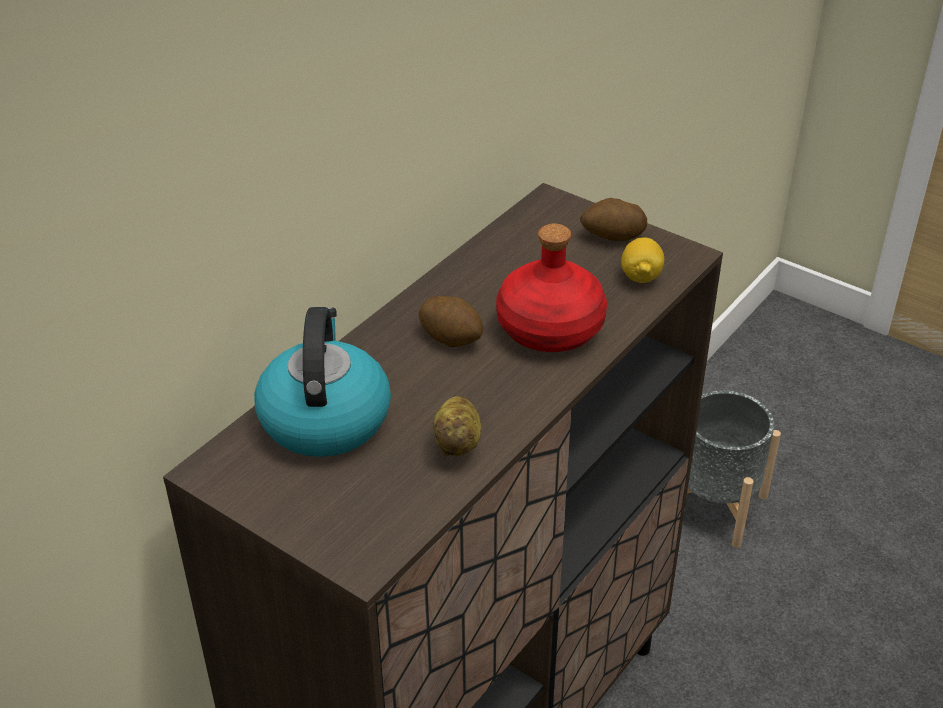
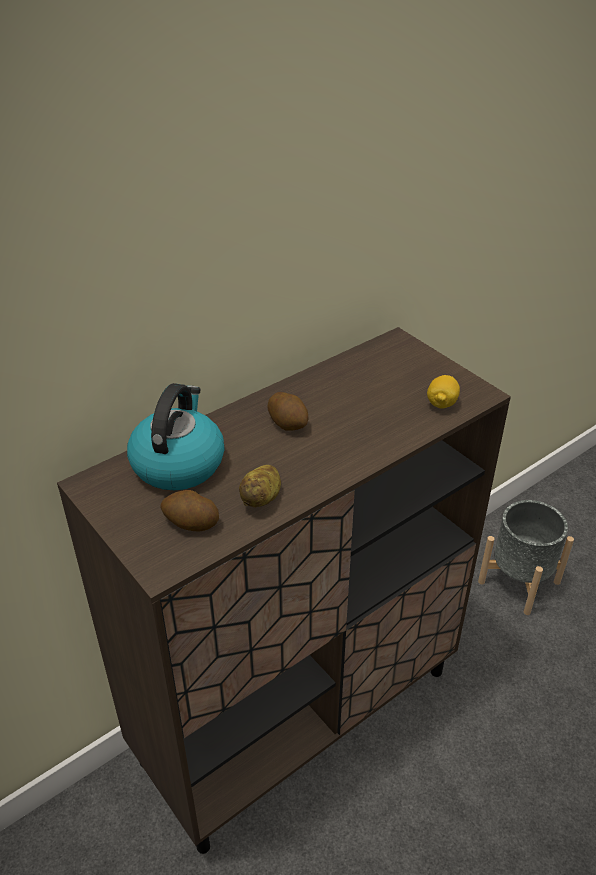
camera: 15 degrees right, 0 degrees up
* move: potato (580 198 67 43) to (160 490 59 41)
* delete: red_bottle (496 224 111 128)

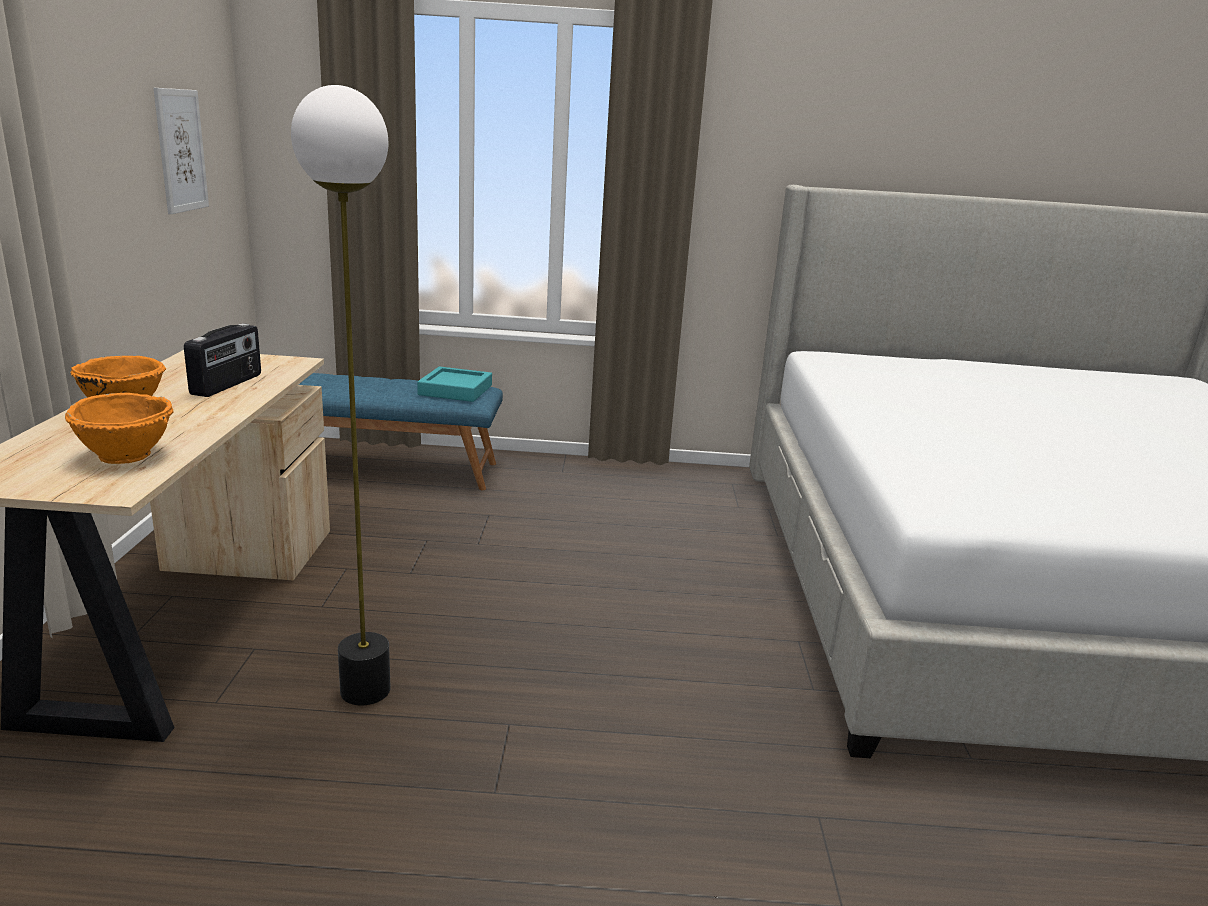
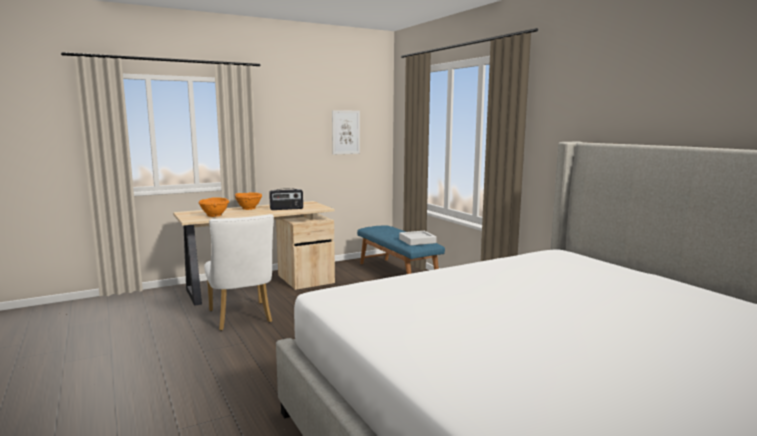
camera: 60 degrees right, 10 degrees down
* replace: floor_lamp (291 85 100 620) to white_chair (204 214 70 117)
* recolor: turquoise_tray (417 367 75 35) to grey_tray (399 231 37 15)

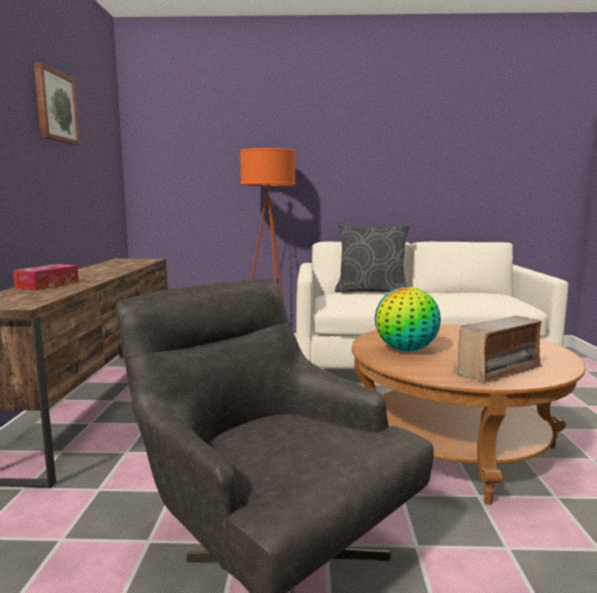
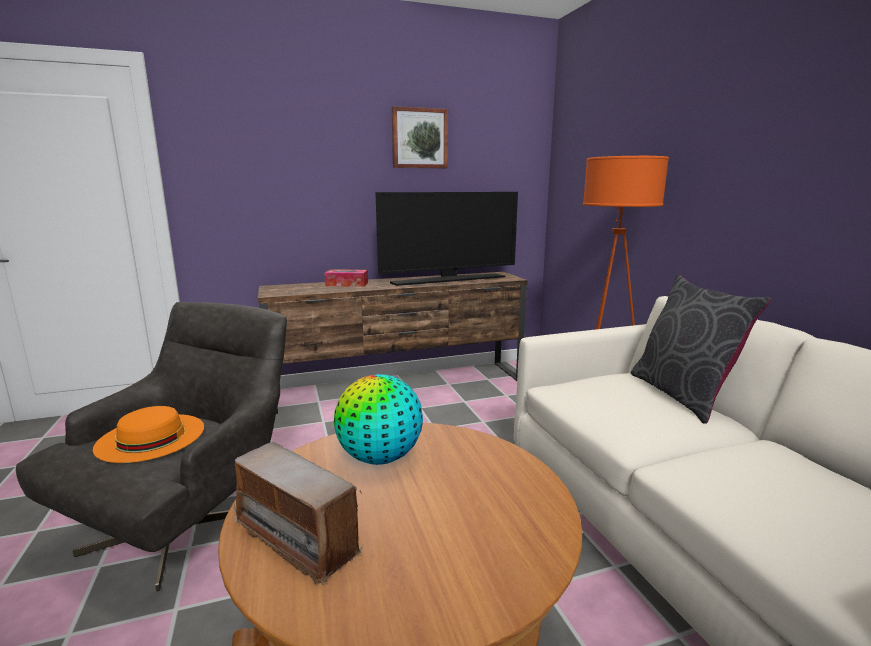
camera: 70 degrees right, 5 degrees up
* insert: television (375 192 143 94)
* insert: orange_hat (93 406 111 57)

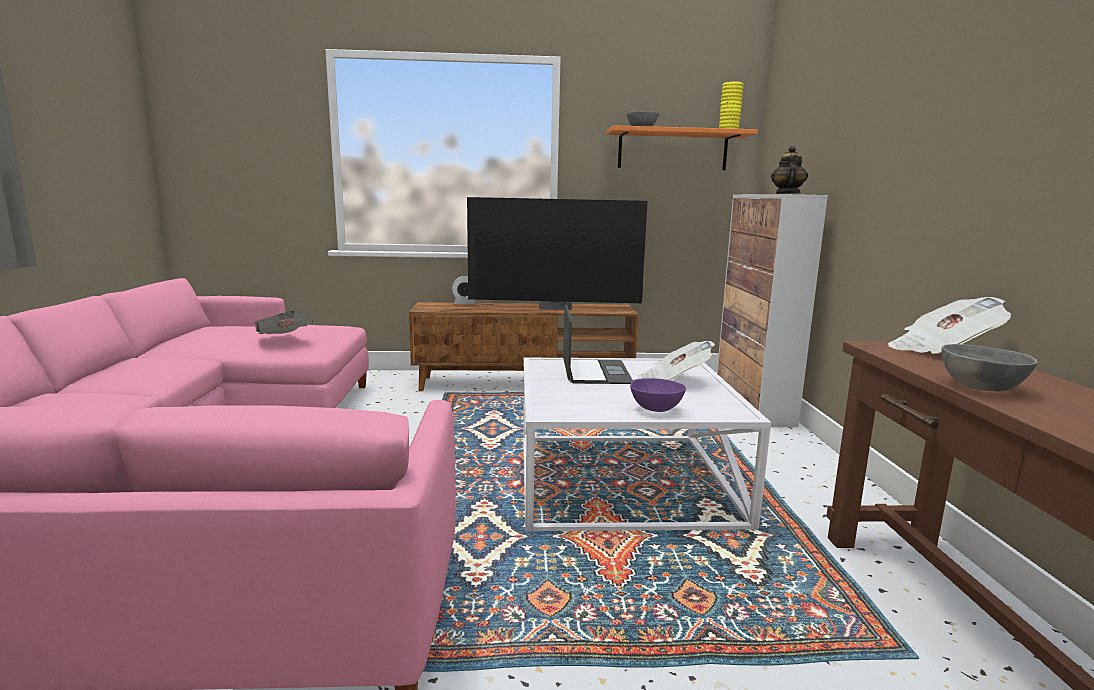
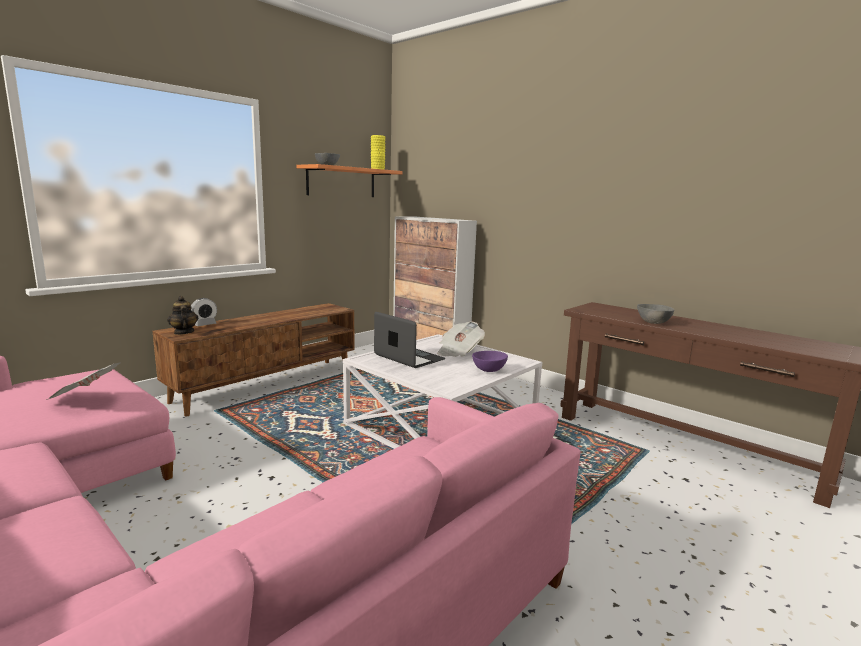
camera: 45 degrees left, 0 degrees up
* move: teapot (771 146 37 48) to (167 296 31 39)
* delete: television (467 197 181 113)
* delete: newspaper (888 297 123 57)

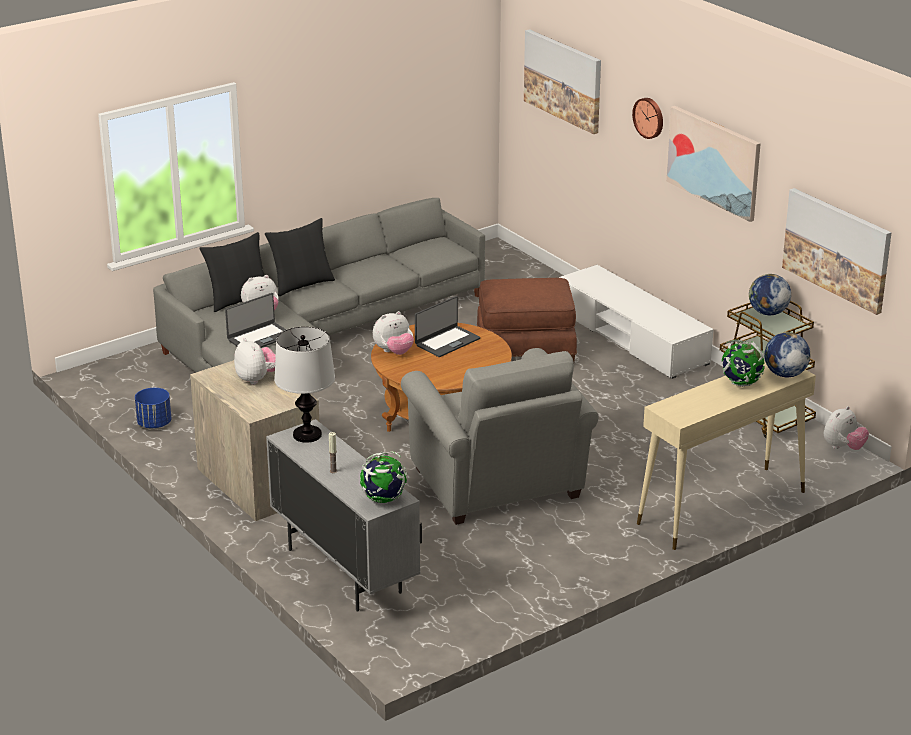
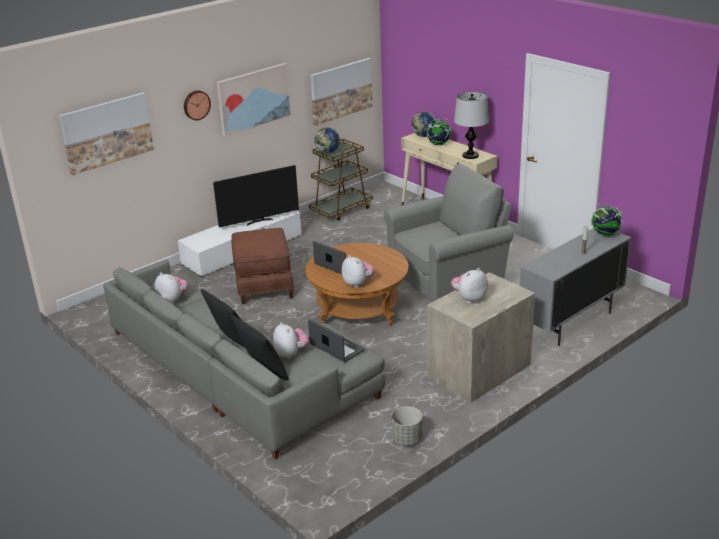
camera: 95 degrees left, 0 degrees up
* move: table_lamp (274 327 61 116) to (454 91 35 68)
* recolor: blue_planter (135 388 36 40) to grey_planter (391 407 31 38)
* move: plush_toy (824 406 45 44) to (155 272 33 32)
* insert: television (213 165 86 63)

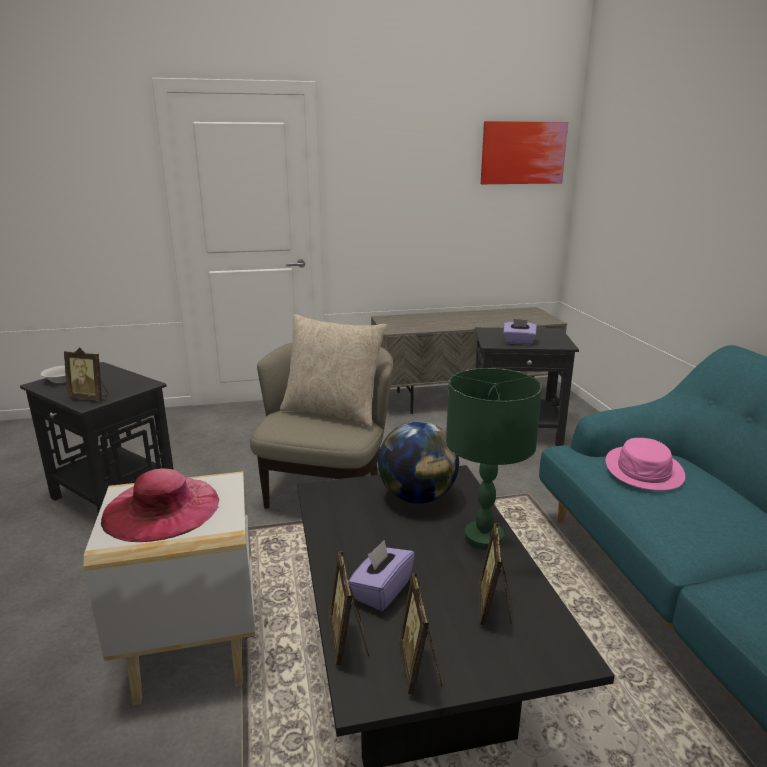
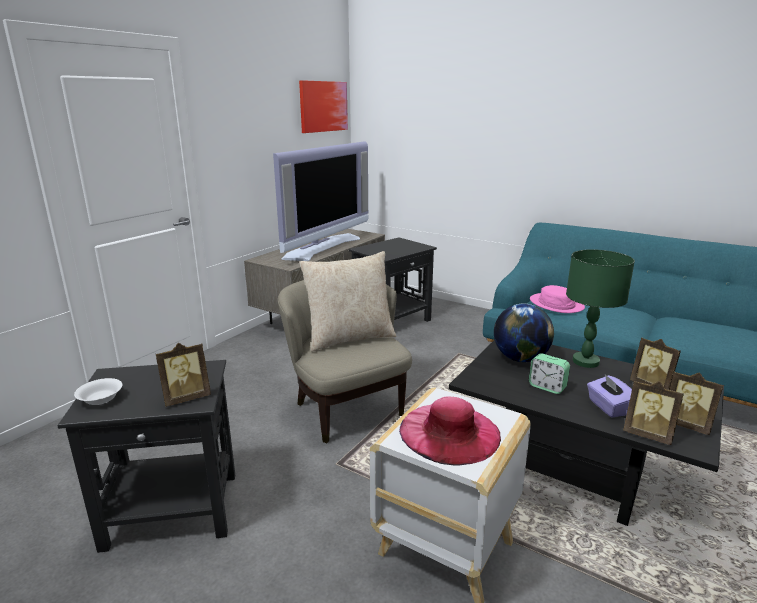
camera: 45 degrees left, 0 degrees up
* delete: purple_tissue_box (503 319 34 26)
* insert: television (273 142 95 119)
* insert: alarm_clock (529 353 41 41)

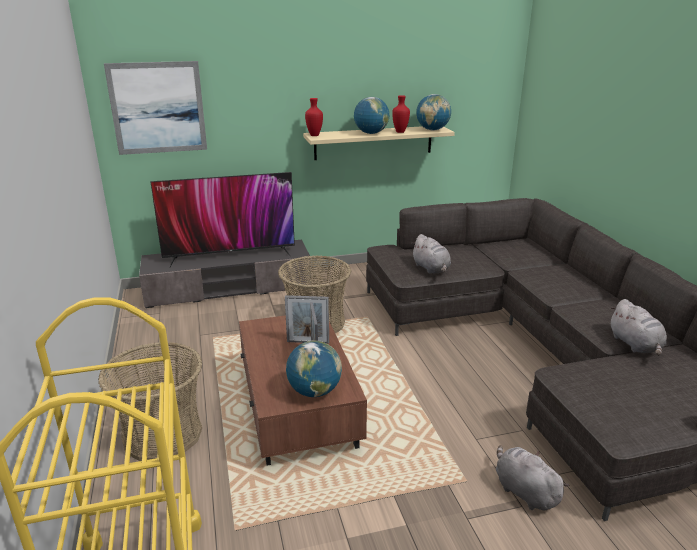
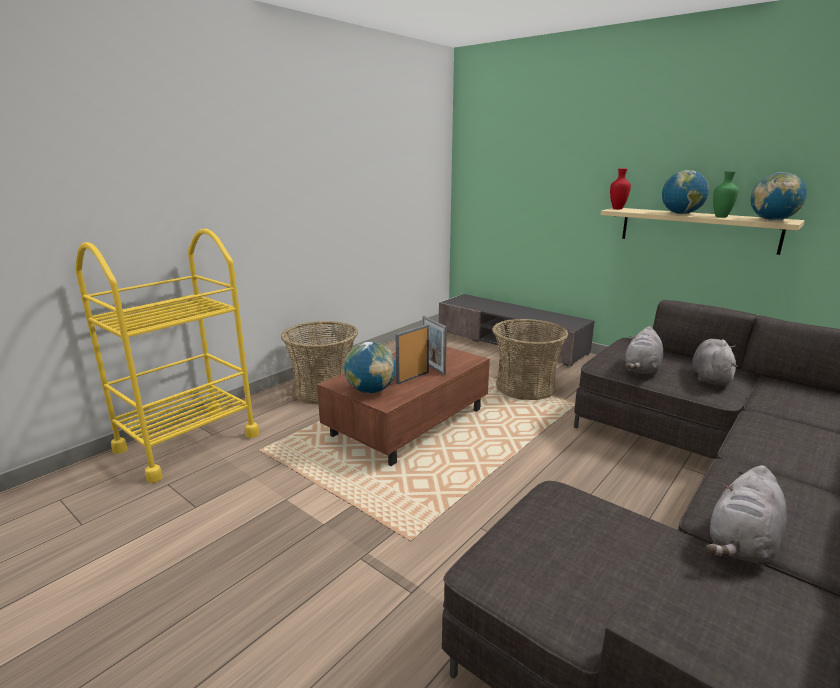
camera: 55 degrees right, 5 degrees down
* delete: picture (104 61 103 94)
* recolor: red_vase (392 95 18 38) to green_vase (713 171 26 47)
* delete: television (150 172 145 95)
* move: grey_plush_toy (496 445 74 65) to (692 339 46 47)

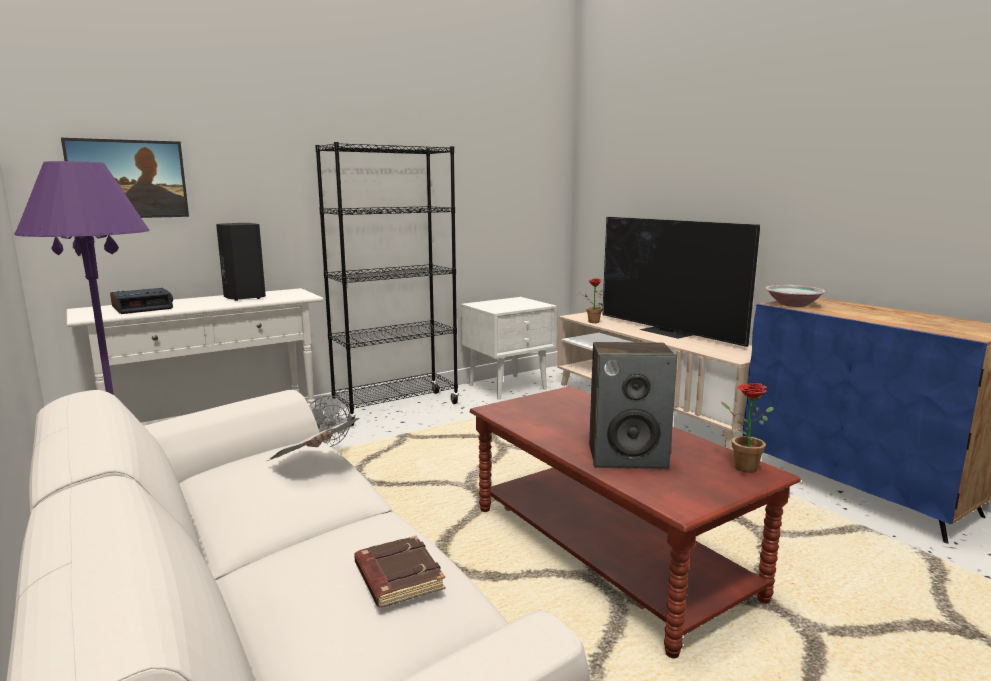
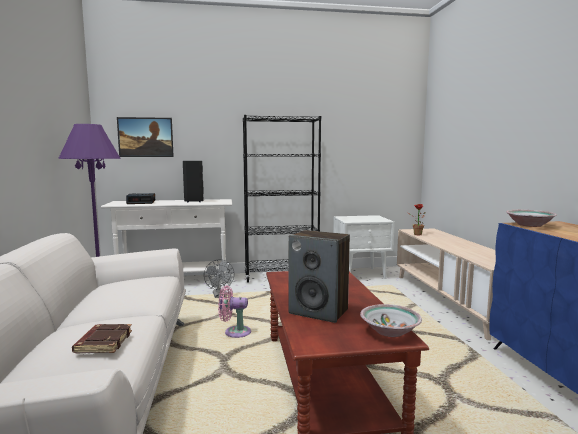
camera: 25 degrees right, 5 degrees down
* delete: television (602 217 158 130)
* replace: potted_plant (721 383 53 90) to bowl (360 304 62 33)
* delete: newspaper (267 418 93 43)
* insert: pink_fan (218 286 33 52)

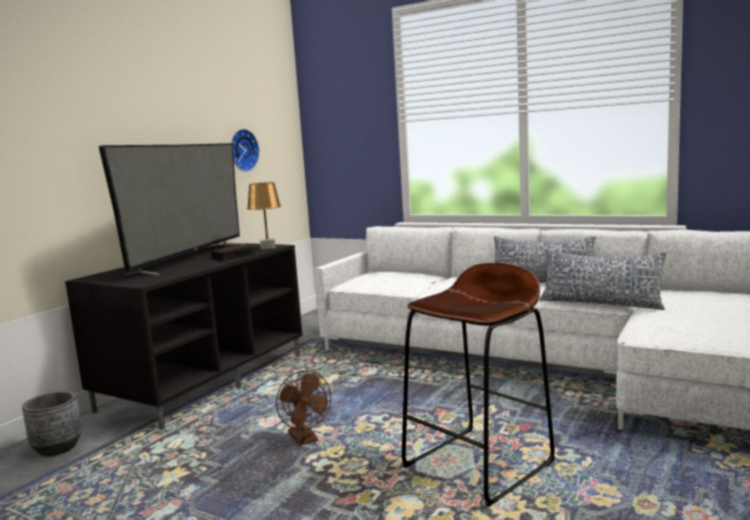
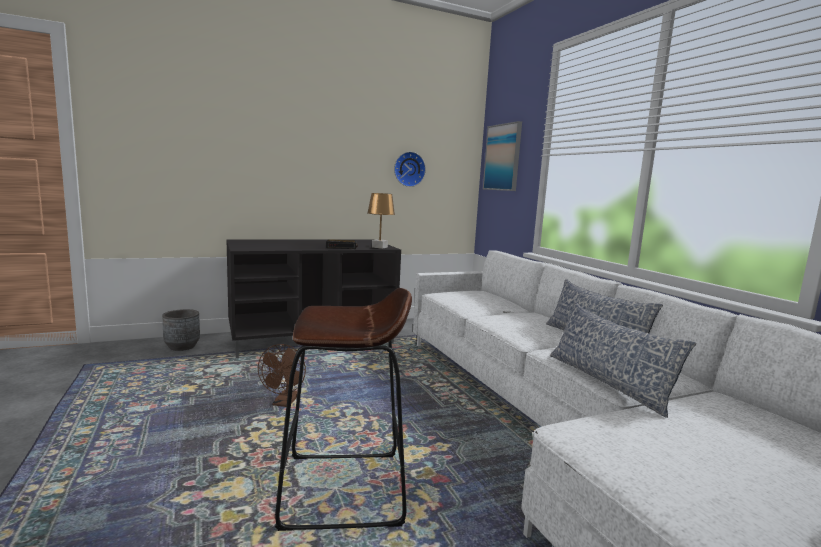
camera: 35 degrees right, 0 degrees up
* delete: television (99 143 147 133)
* insert: picture (483 121 39 70)

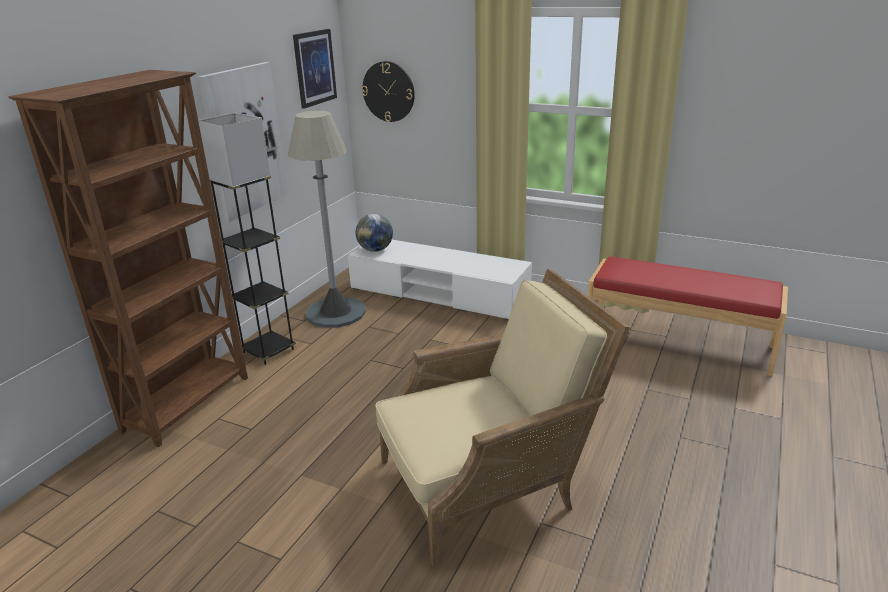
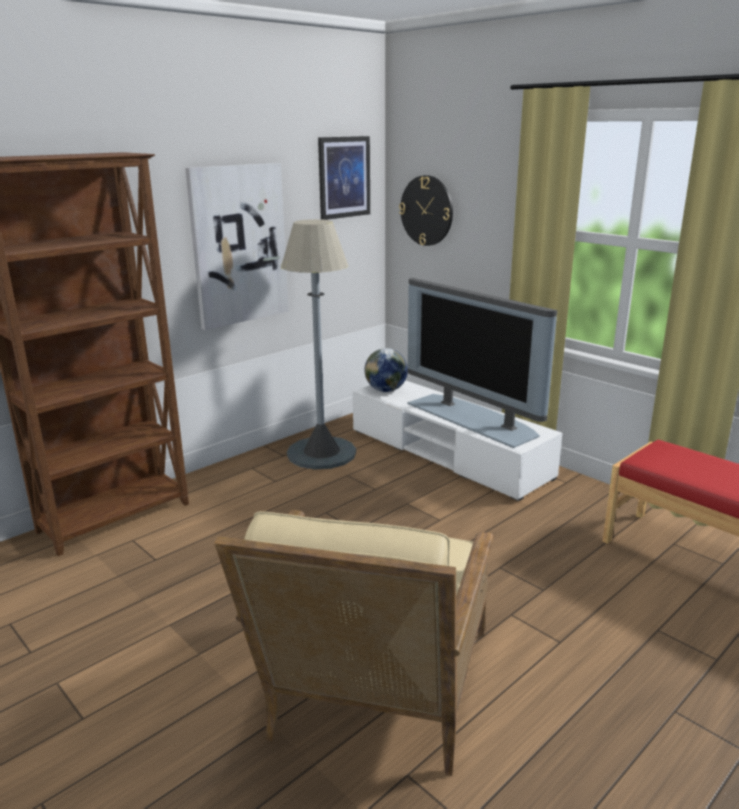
camera: 20 degrees right, 5 degrees down
* delete: grey_floor_lamp (198 113 98 252)
* rotate: beige_armchair (375 269 255 298) = (214 510 280 266) 105 degrees clockwise
* insert: television (407 278 150 170)

